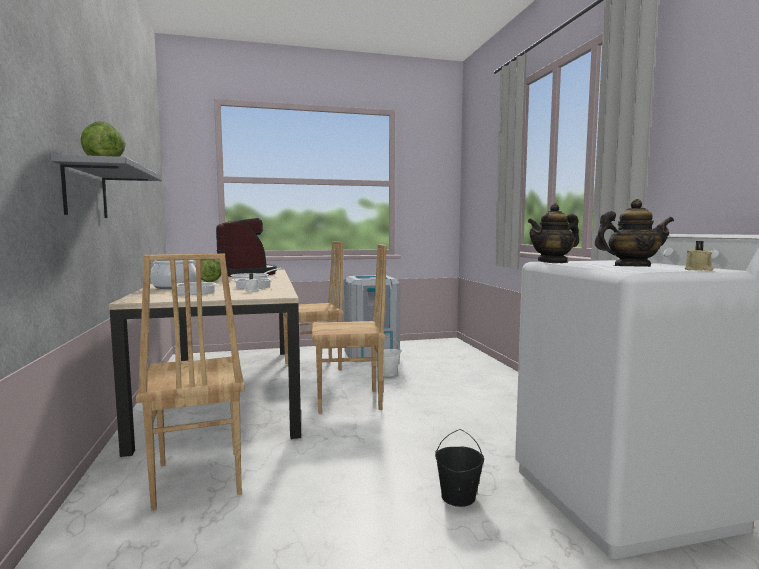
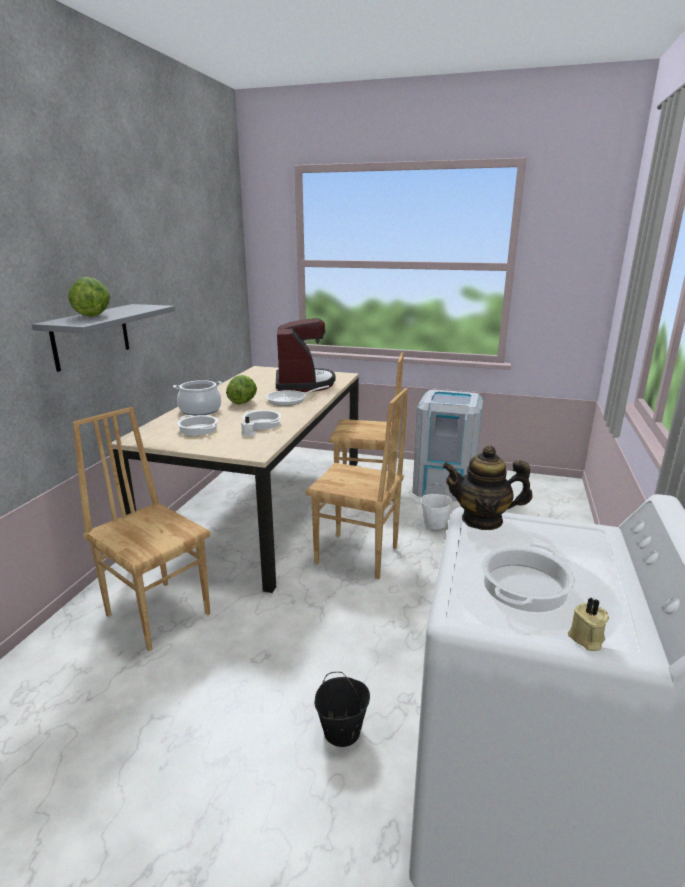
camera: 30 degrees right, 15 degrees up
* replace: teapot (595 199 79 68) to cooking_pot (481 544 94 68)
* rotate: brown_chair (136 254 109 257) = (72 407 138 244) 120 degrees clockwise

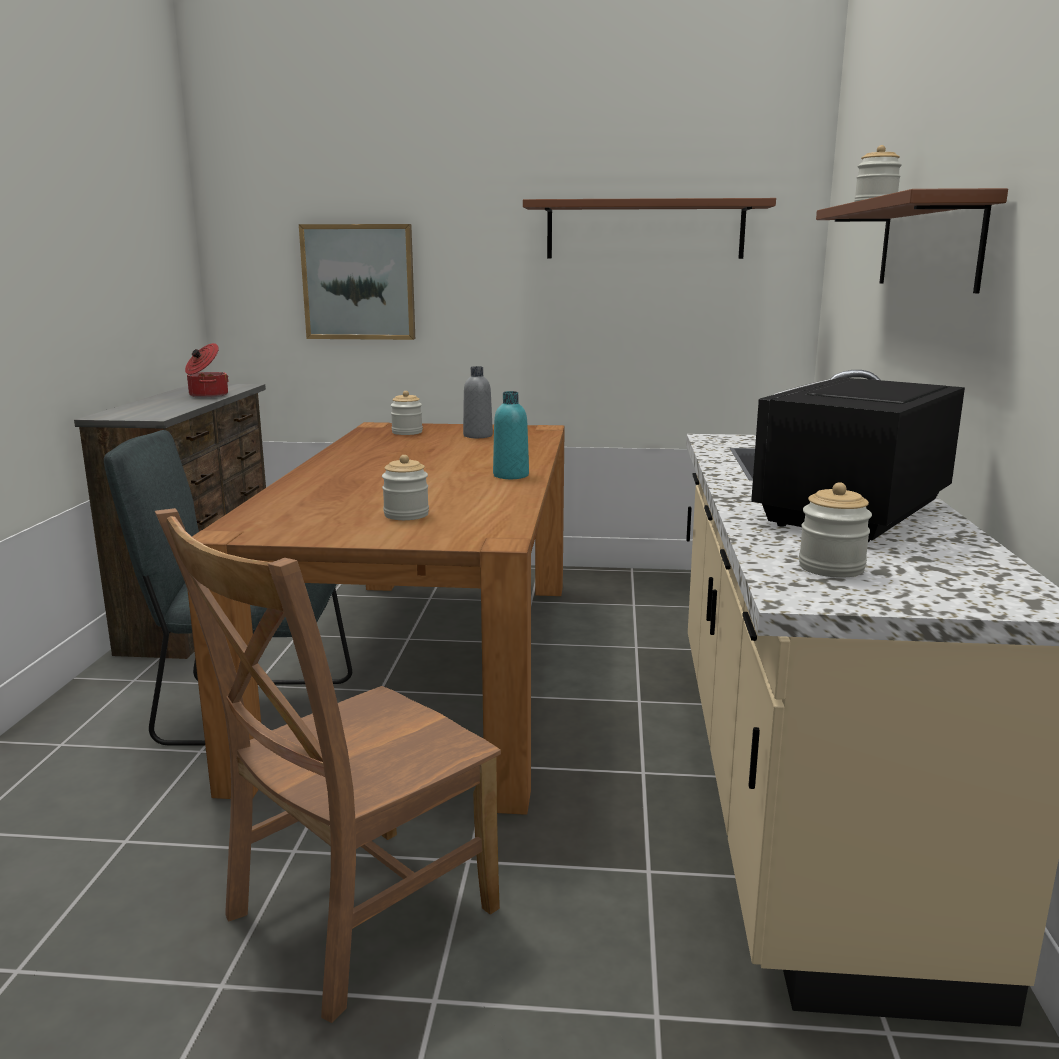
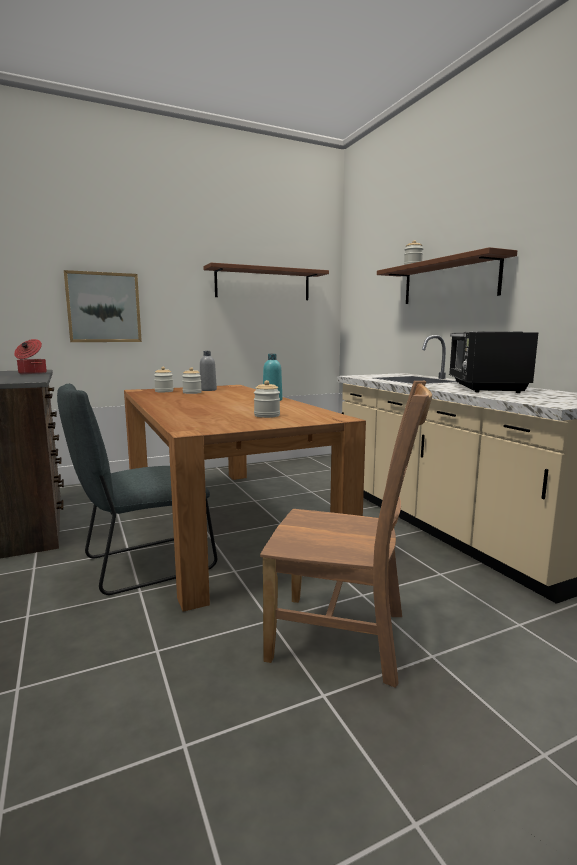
camera: 30 degrees left, 5 degrees down
* move: jar (799 482 73 96) to (182 367 20 27)
* rotate: brown_chair (155 508 346 515) = (260 381 172 307) 90 degrees counterclockwise

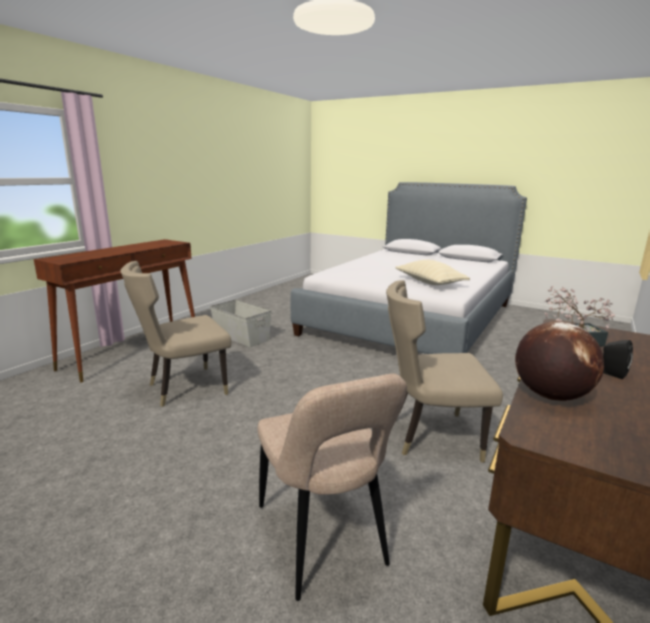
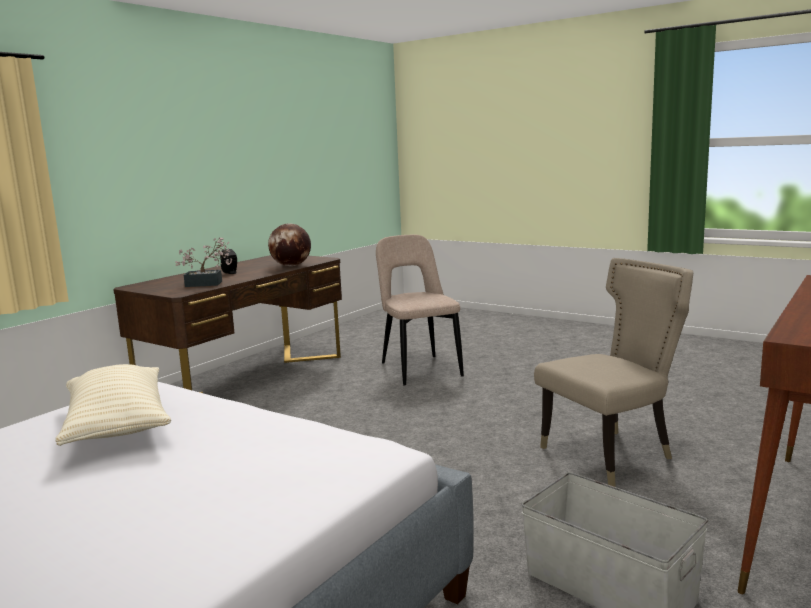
camera: 175 degrees left, 5 degrees down
* delete: beige_chair (386 280 117 183)

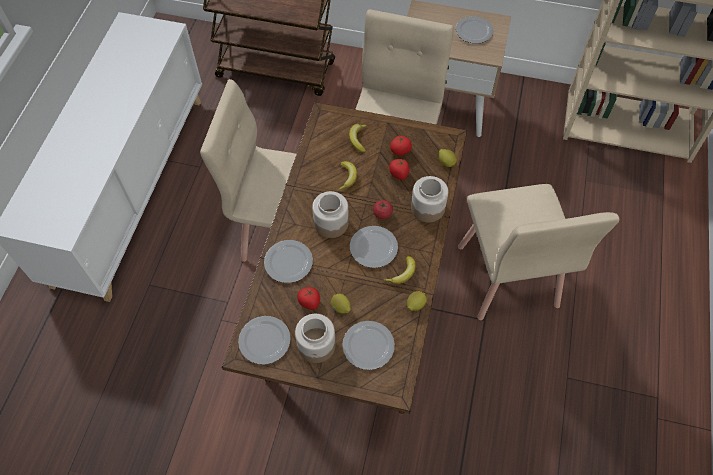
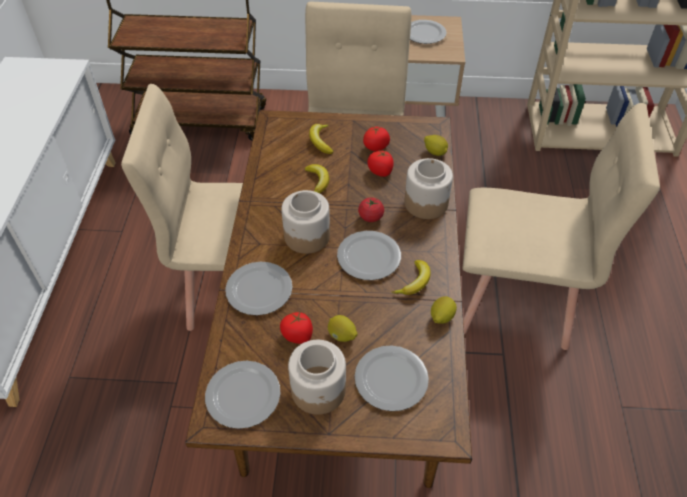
camera: 10 degrees left, 10 degrees down
* rotate: beige_chair (458 184 161 136) = (462 103 198 247) 60 degrees counterclockwise

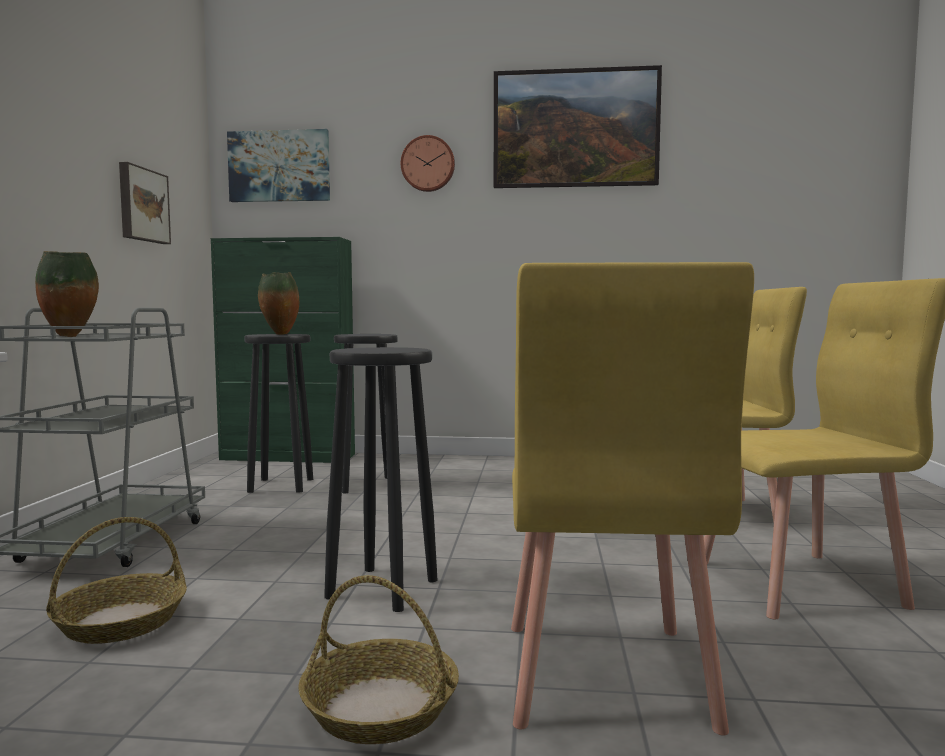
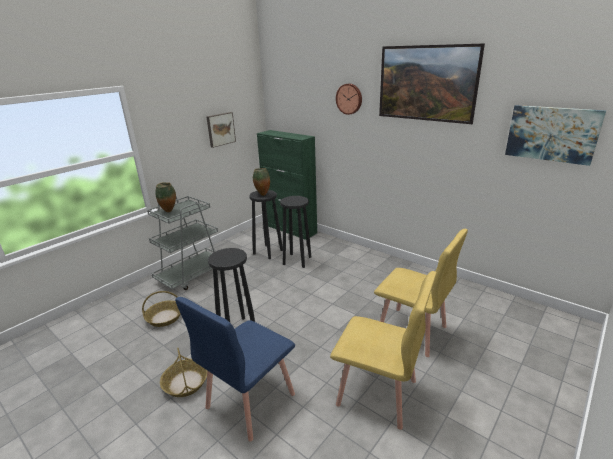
camera: 35 degrees right, 20 degrees up
* move: picture (227 129 103 73) to (505 105 101 61)
* recolor: yellow_chair (511 262 243 473) to blue_chair (175 297 120 145)

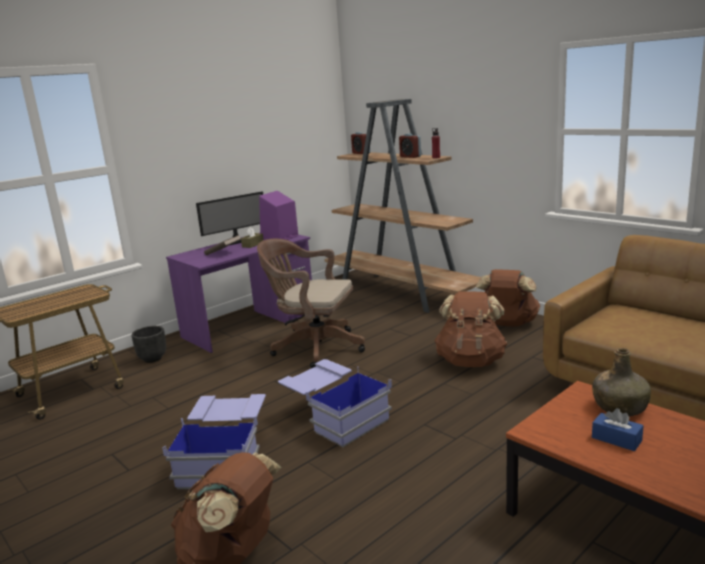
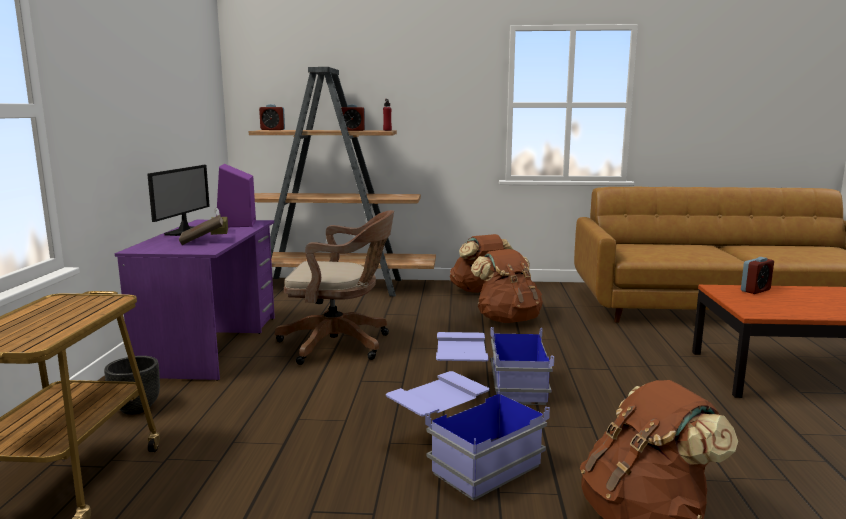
camera: 45 degrees left, 5 degrees down
* rotate: brown_office_chair (257 239 108 129) = (275 210 119 155) 150 degrees counterclockwise
* replace: green_bottle (592 348 59 68) to alarm_clock (741 257 33 37)
* delete: blue_tissue_box (592 408 52 43)

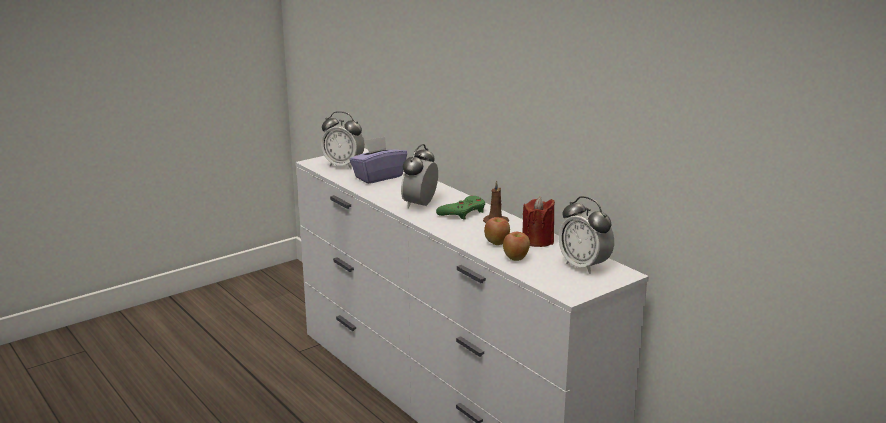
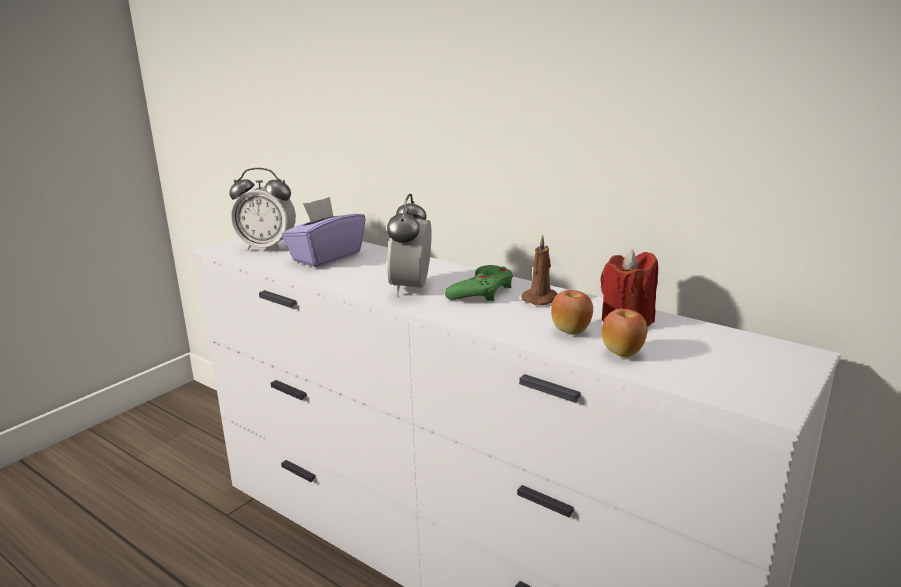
camera: 15 degrees left, 0 degrees up
* delete: alarm_clock (559 196 55 78)

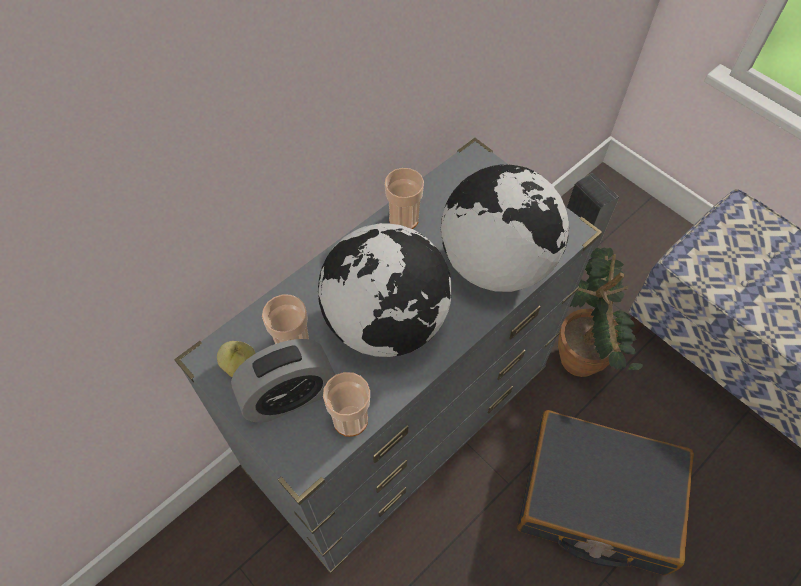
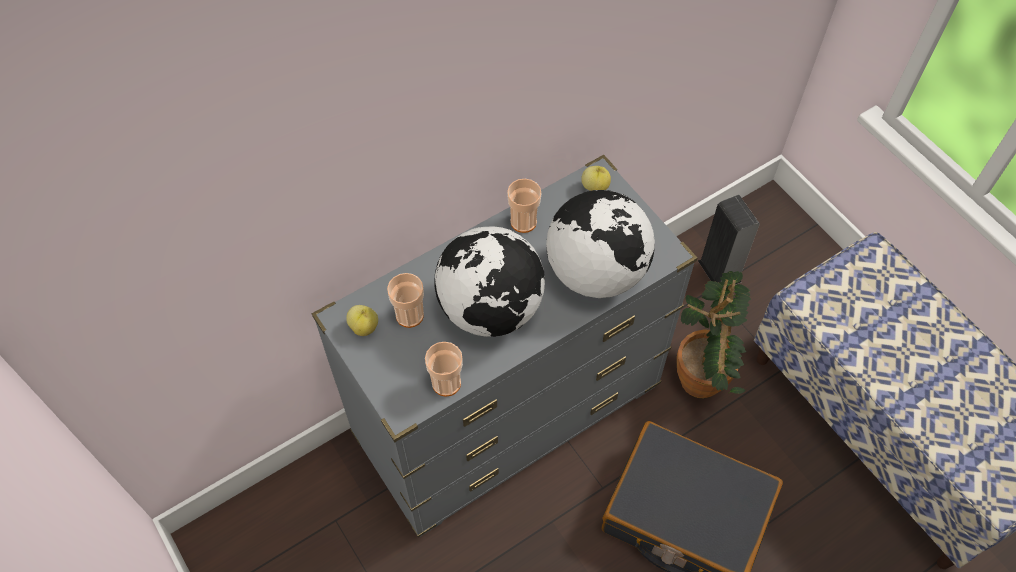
camera: 10 degrees right, 0 degrees up
* delete: alarm_clock (231 339 104 84)
* insert: apple (581 166 30 25)

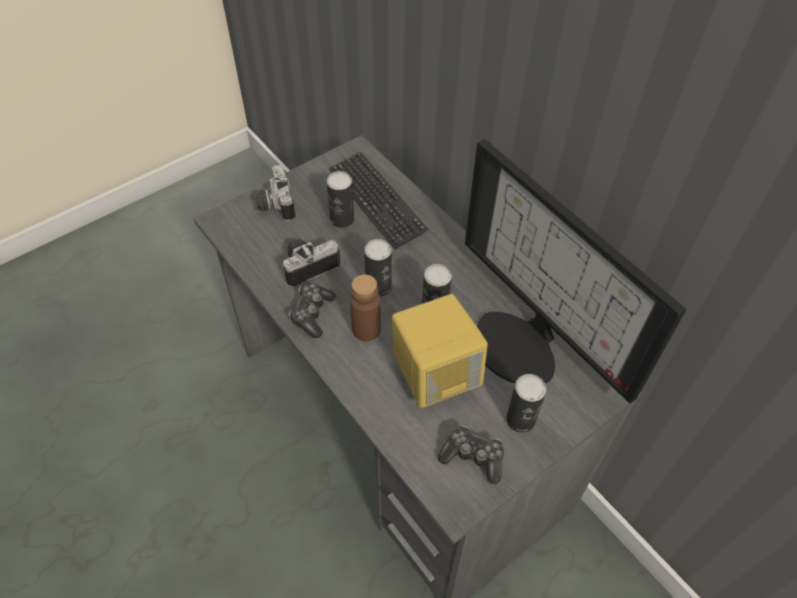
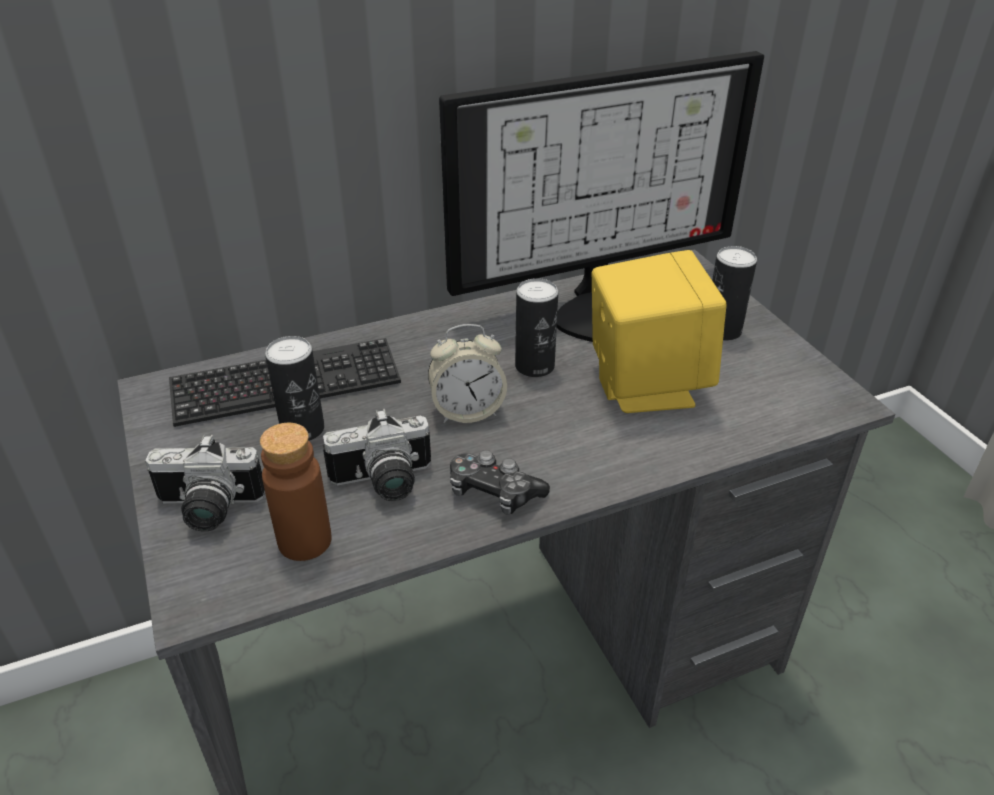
camera: 75 degrees left, 15 degrees down
* rotate: photo_camera (283 239 58 48) = (323 409 108 92) 90 degrees counterclockwise
* replace: can (364 239 28 58) to alarm_clock (428 324 79 99)
* move: brown_bottle (350 274 31 67) to (260 423 72 138)
* delete: game_controller (438 426 66 58)

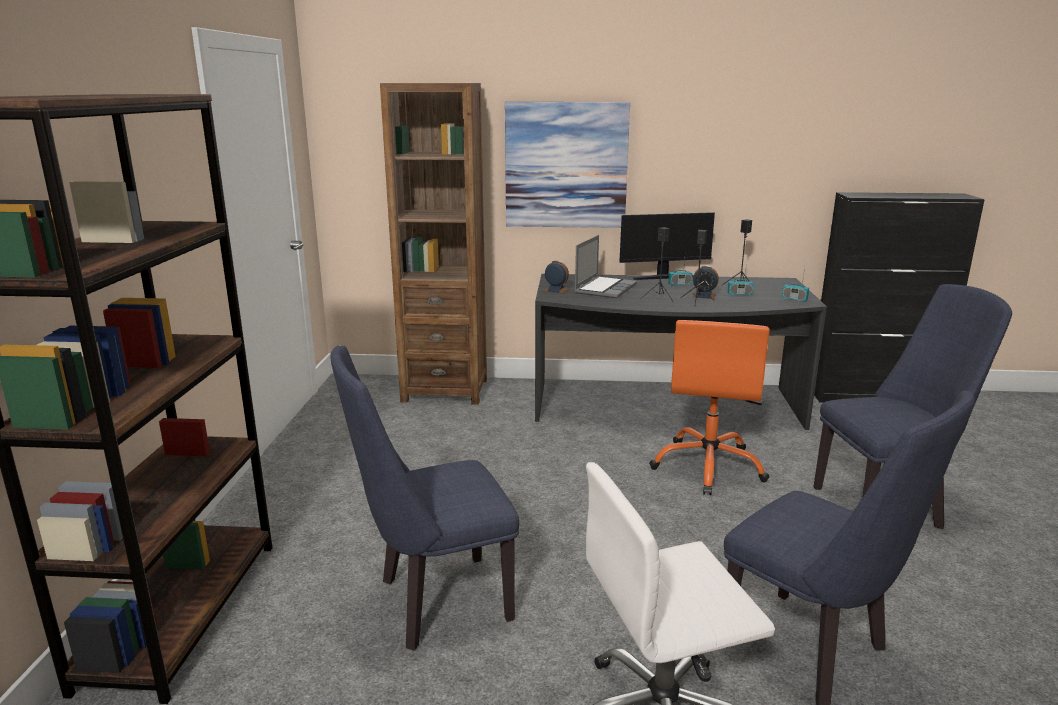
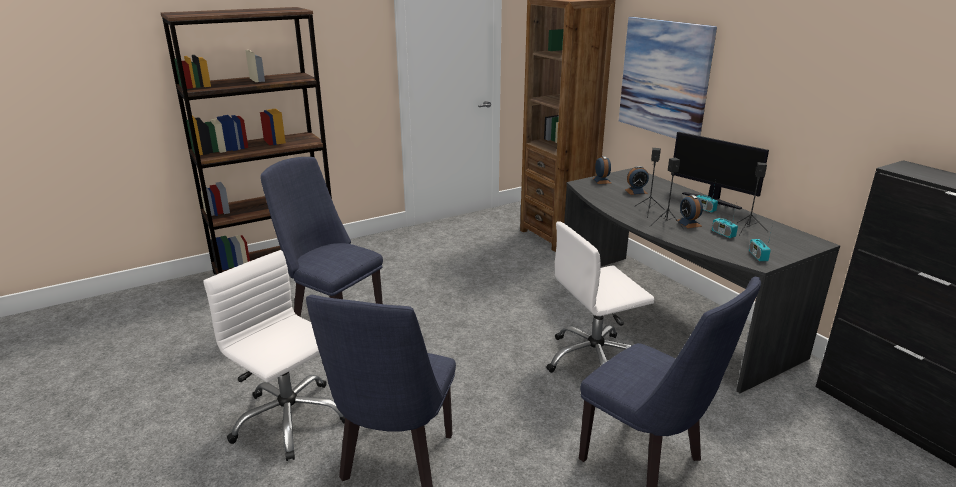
camera: 55 degrees right, 5 degrees up
* replace: laptop (574 235 63 63) to alarm_clock (625 166 24 29)
* recolor: orange_office_chair (649 320 121 175) to white_office_chair (546 221 109 152)

